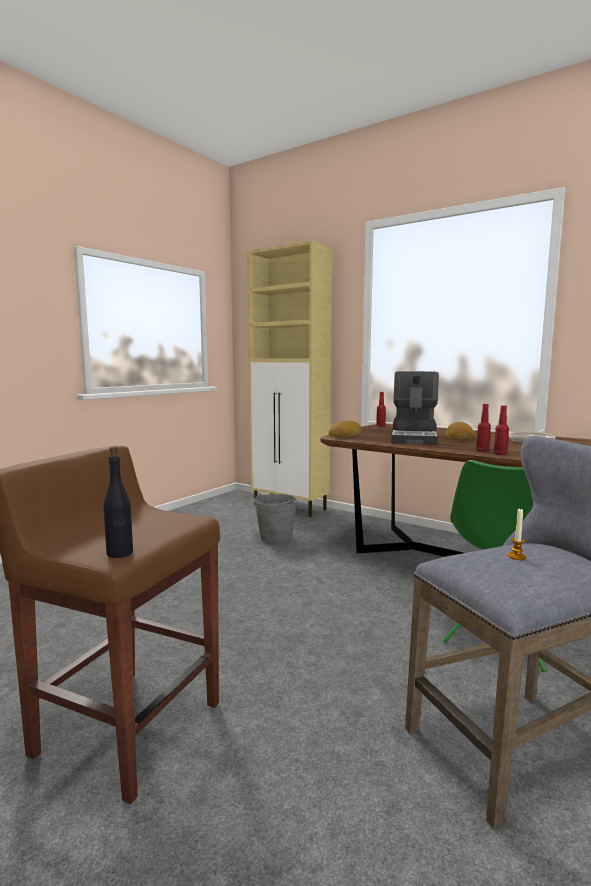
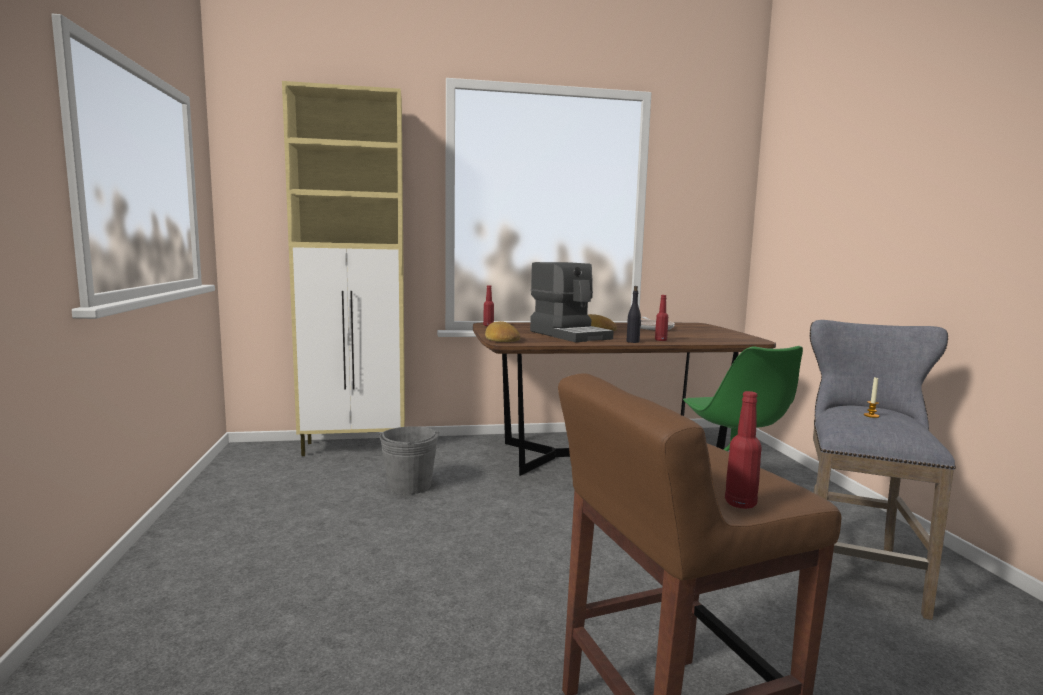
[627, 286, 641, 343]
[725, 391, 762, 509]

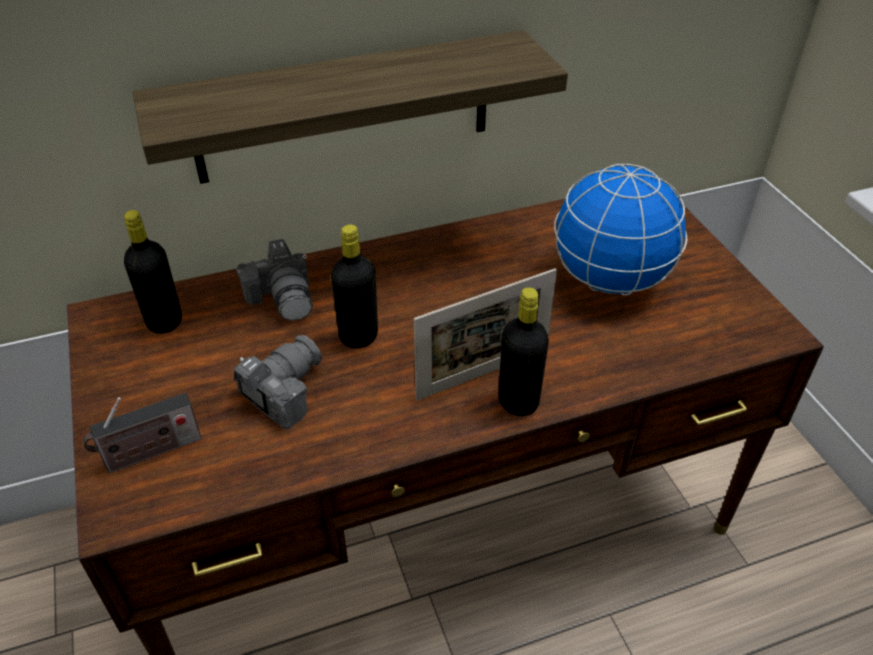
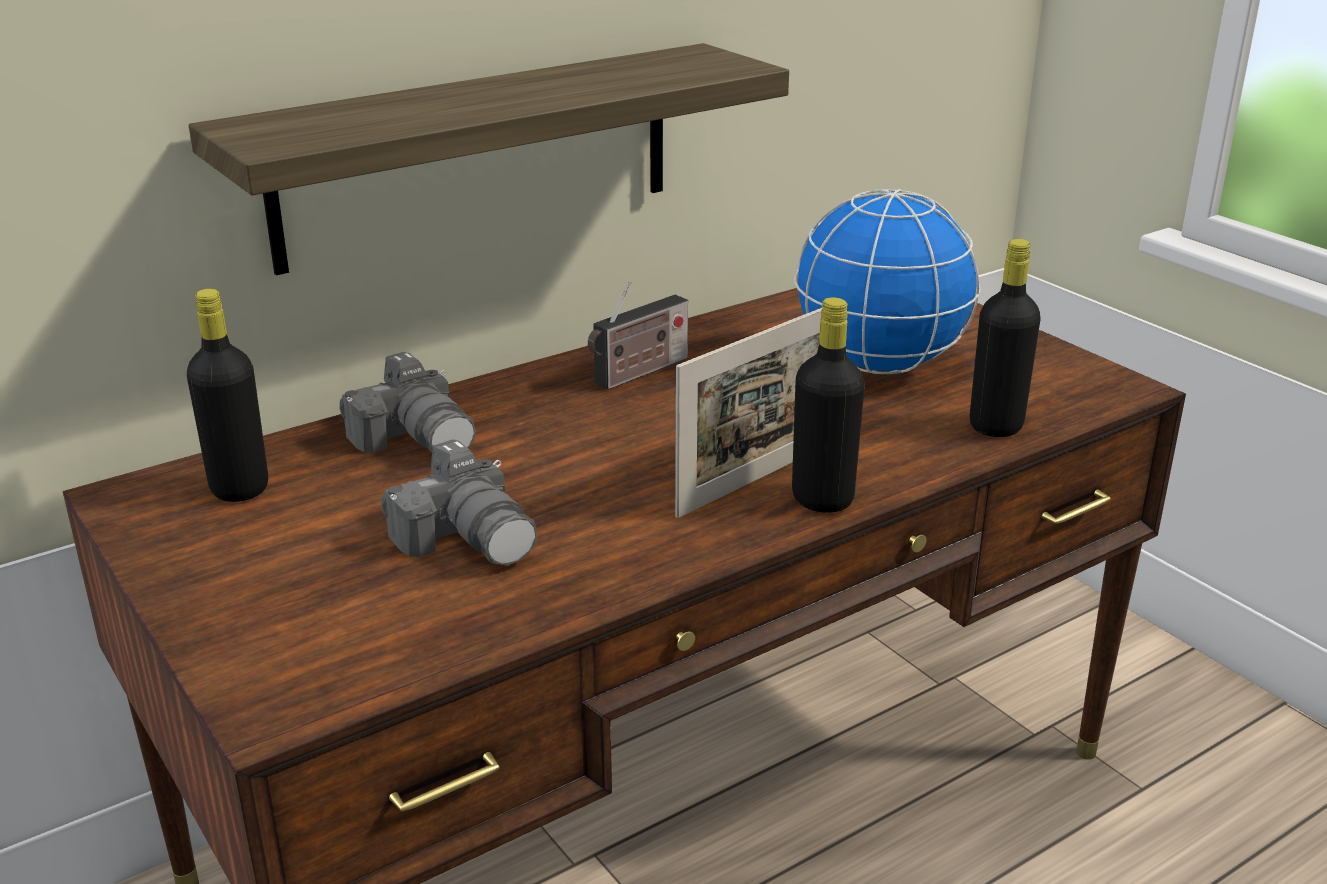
[381, 439, 537, 565]
[588, 281, 688, 390]
[970, 239, 1041, 437]

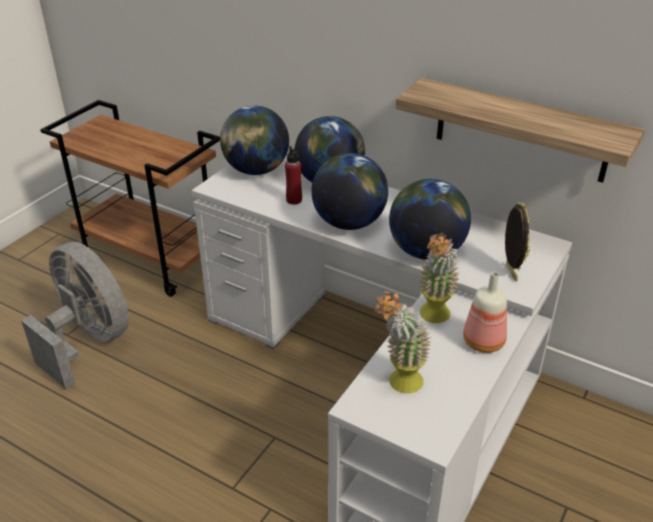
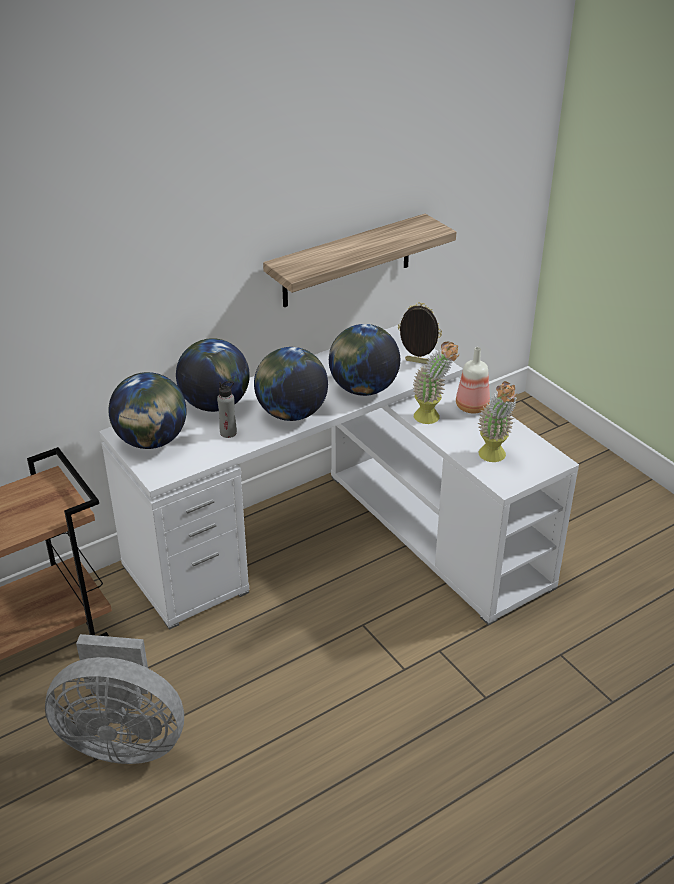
[45, 634, 184, 764]
[217, 381, 237, 438]

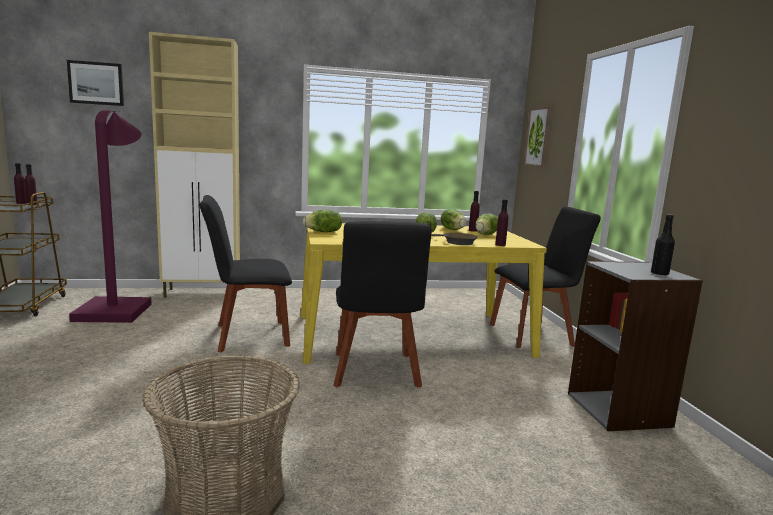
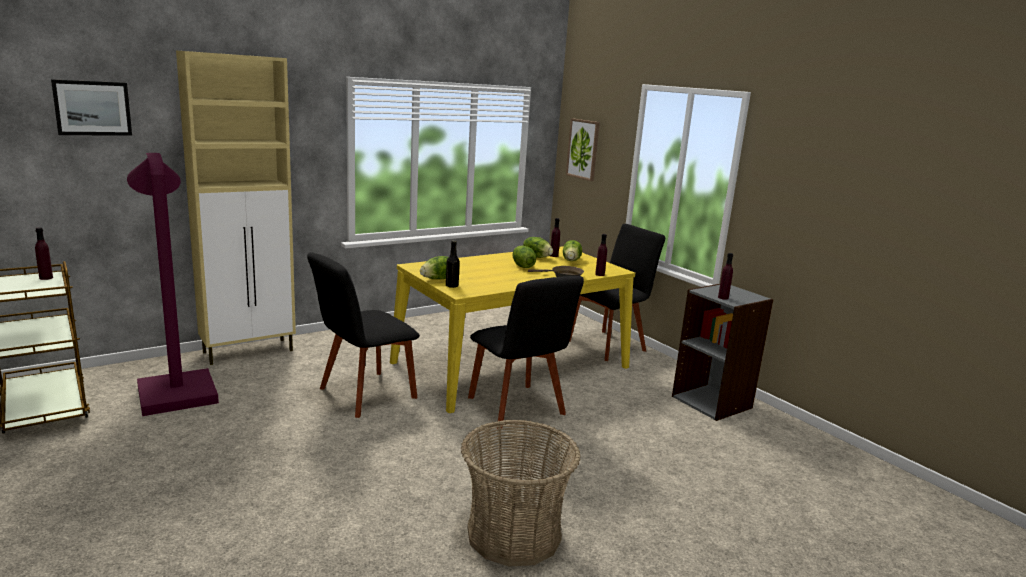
[446, 240, 460, 287]
[718, 253, 733, 300]

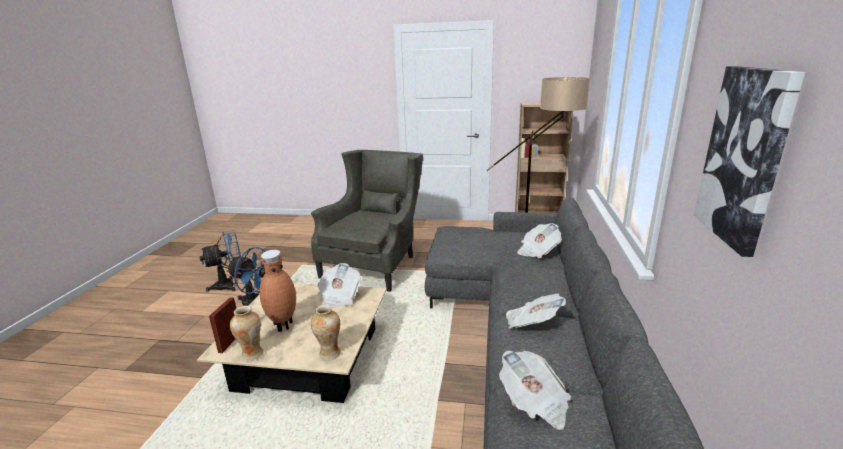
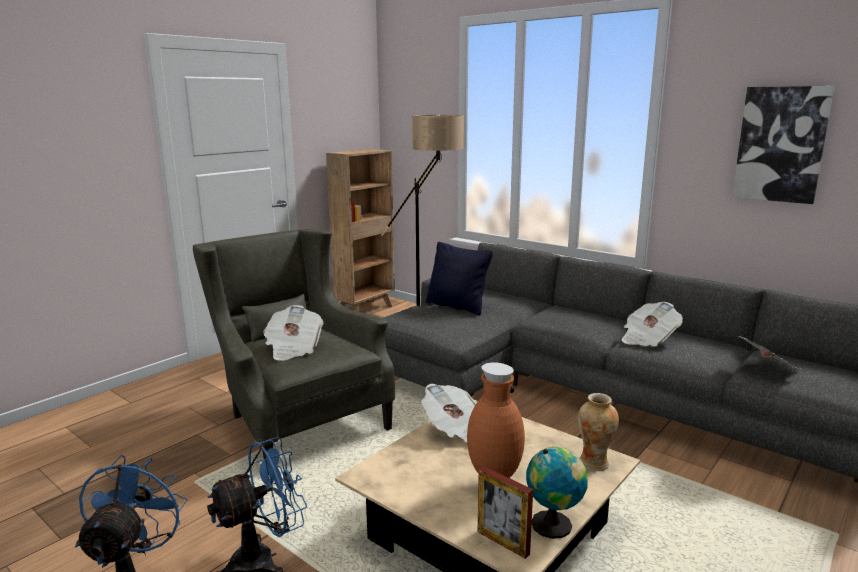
[263, 305, 324, 361]
[426, 242, 493, 315]
[526, 447, 588, 539]

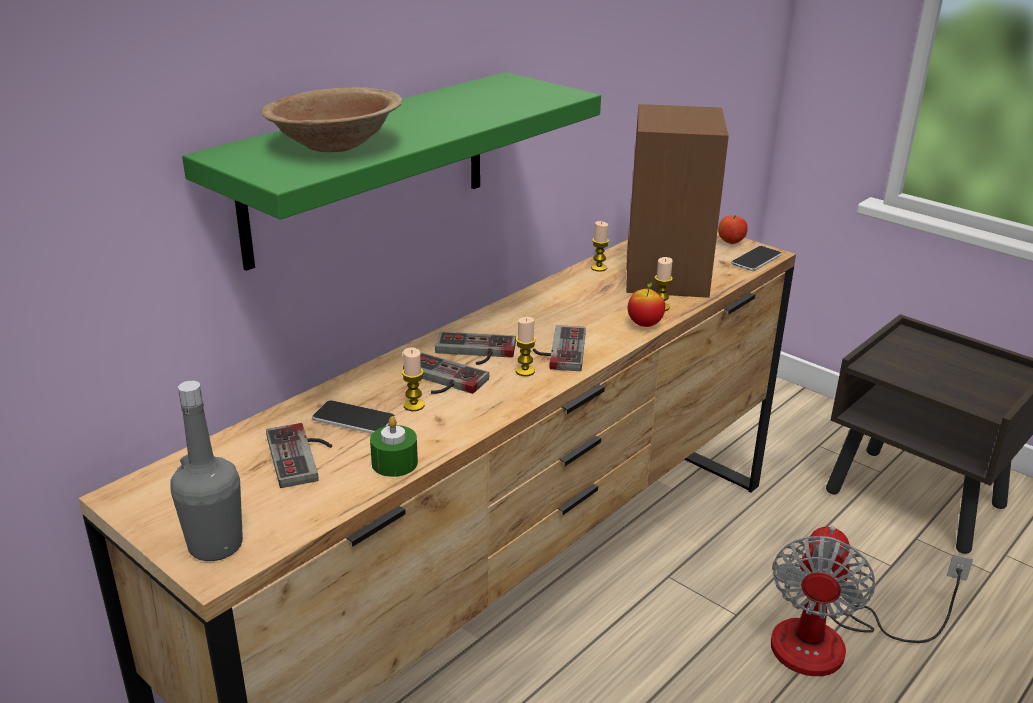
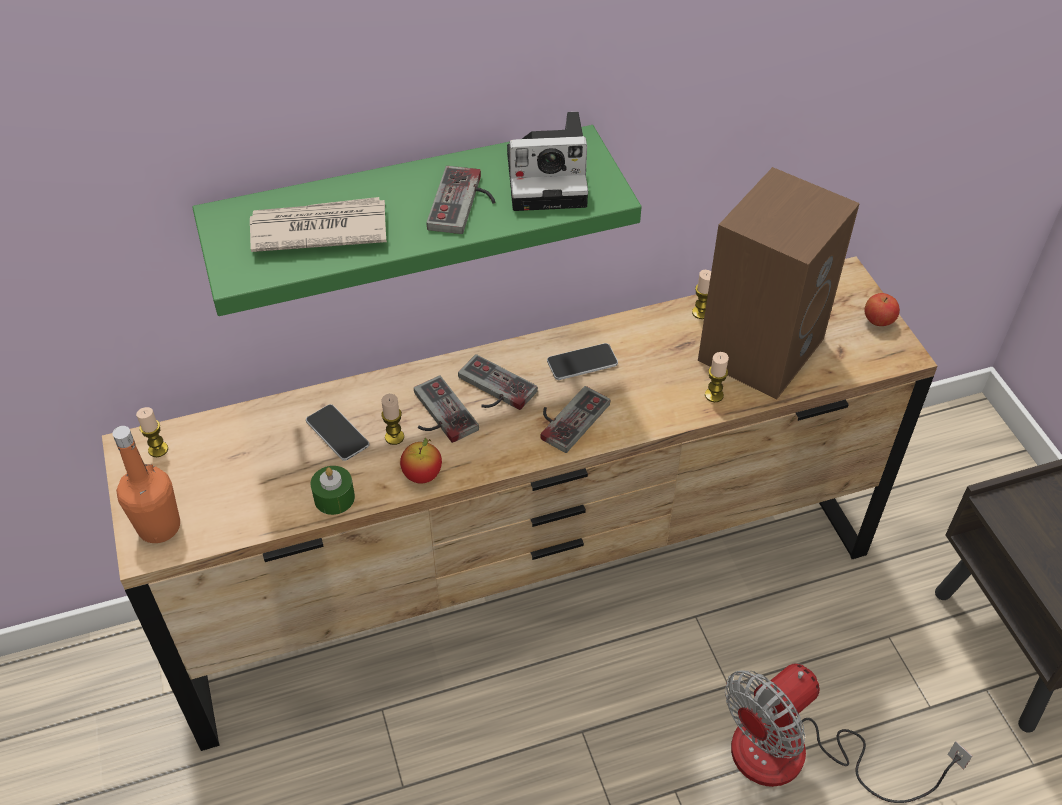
[112, 426, 180, 543]
[136, 407, 168, 457]
[250, 197, 387, 252]
[400, 438, 442, 484]
[427, 166, 495, 234]
[507, 112, 588, 211]
[547, 343, 618, 380]

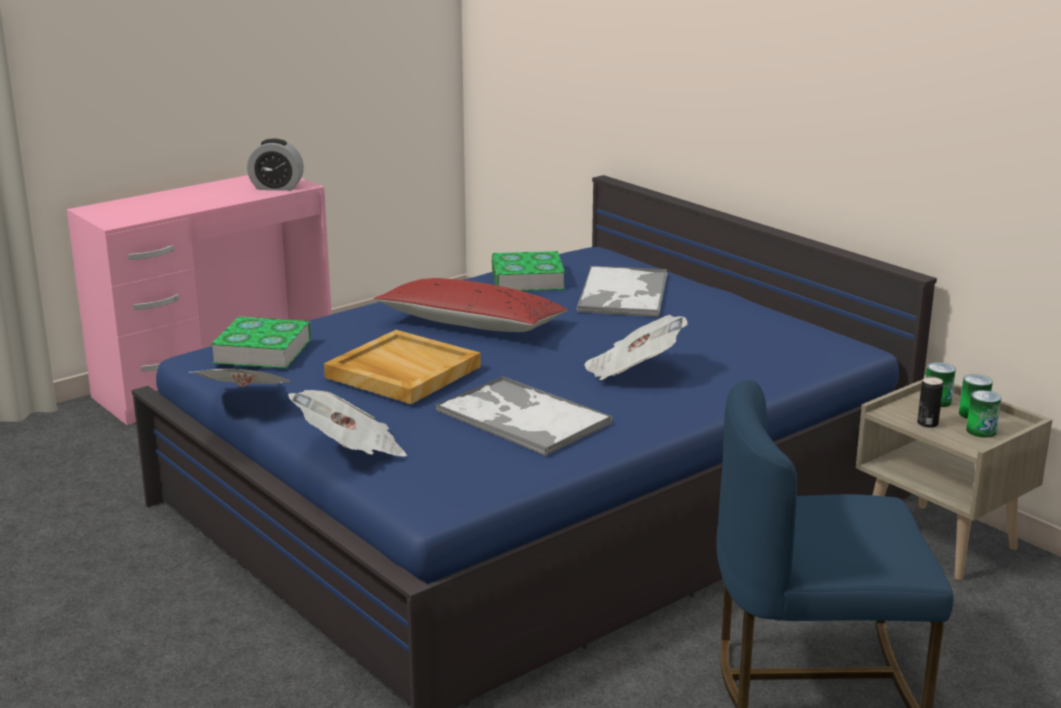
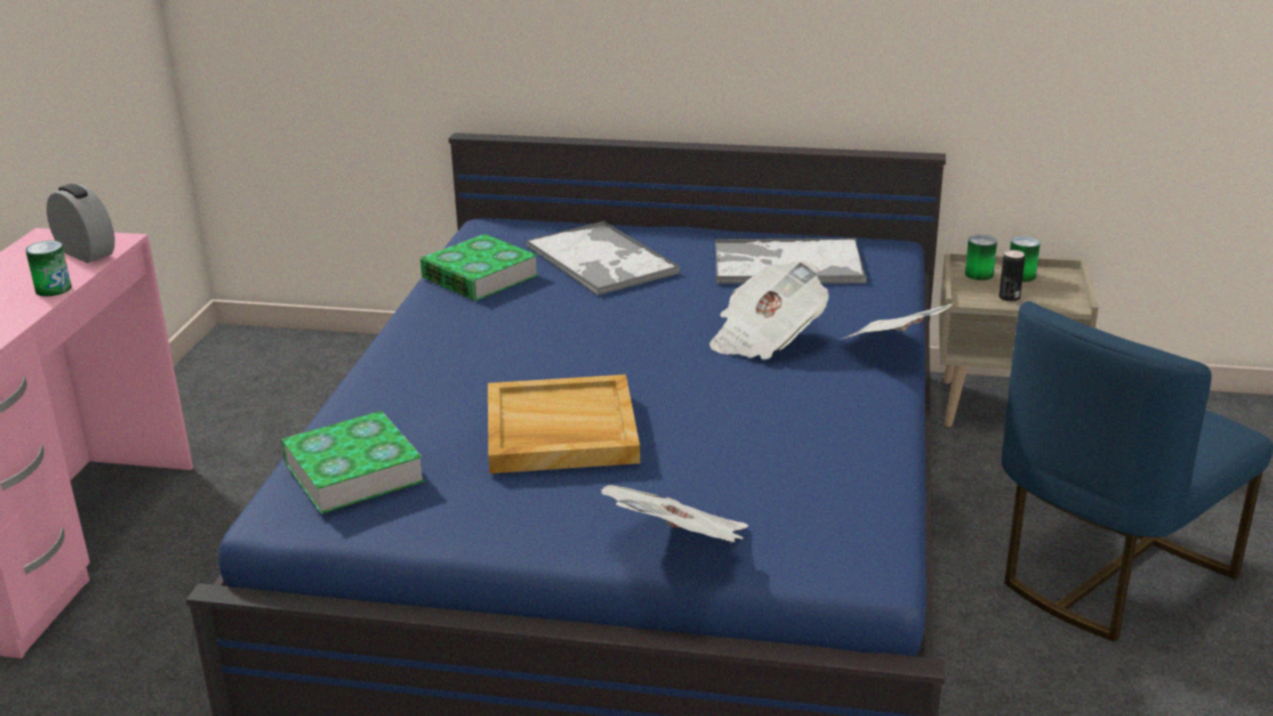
[25, 241, 72, 297]
[46, 184, 115, 263]
[715, 238, 866, 283]
[841, 302, 958, 339]
[374, 278, 568, 332] (first image)

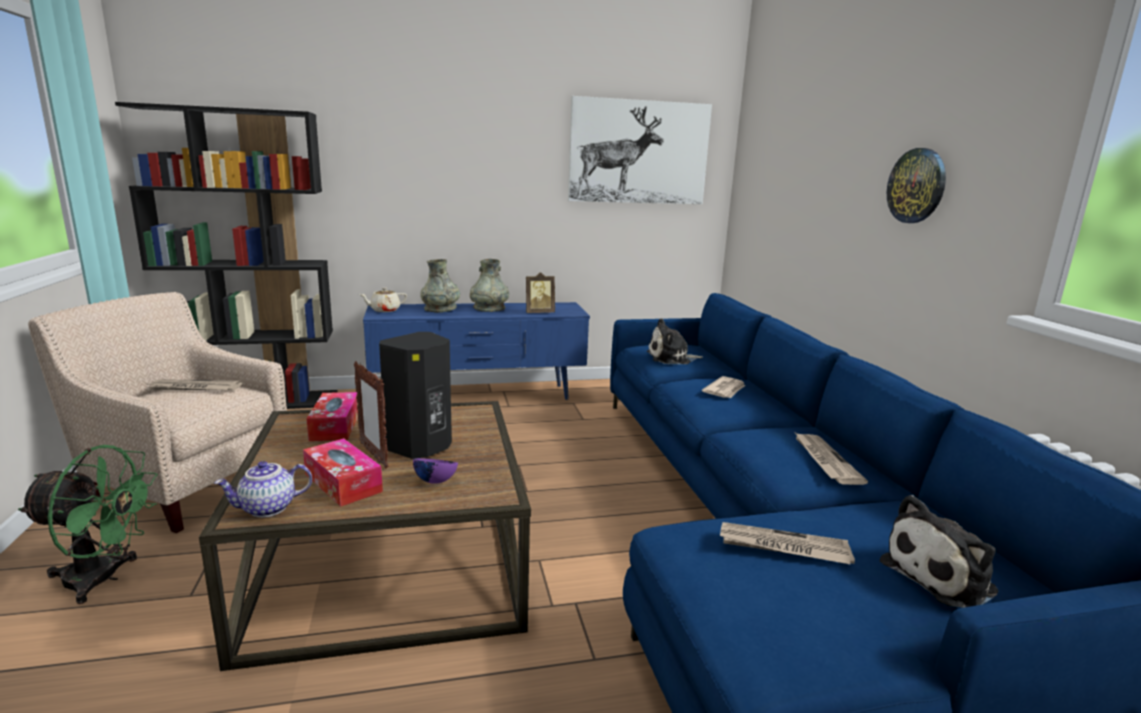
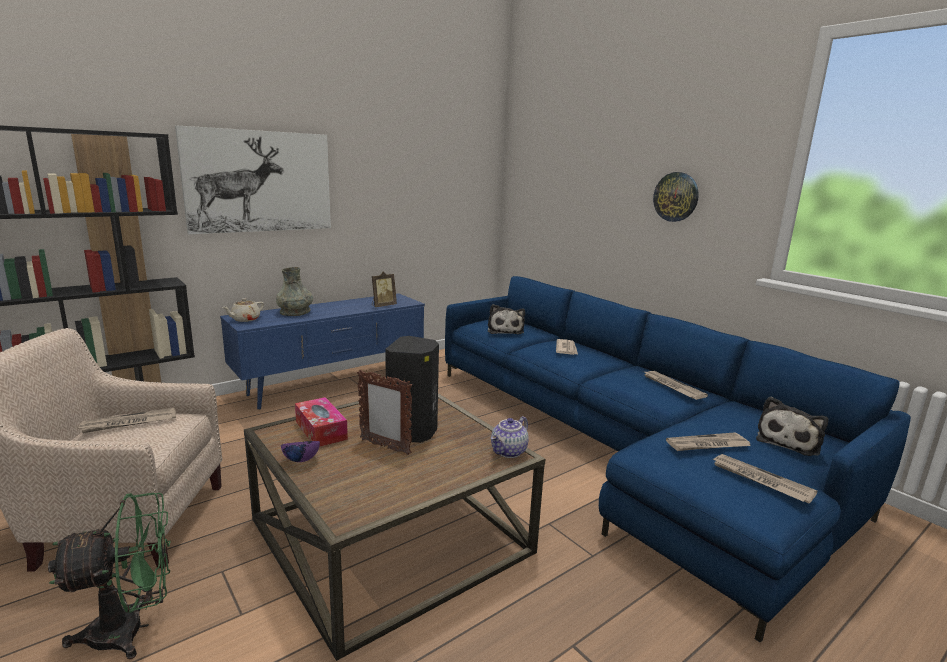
[175, 125, 331, 234]
[281, 441, 320, 462]
[488, 304, 525, 334]
[491, 416, 529, 458]
[711, 454, 818, 503]
[303, 438, 383, 507] (first image)
[470, 259, 509, 312] (first image)

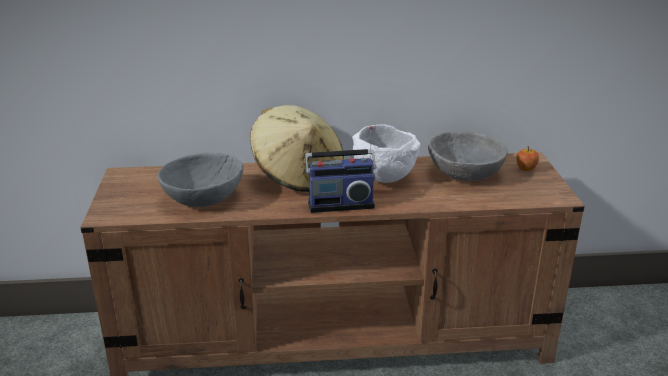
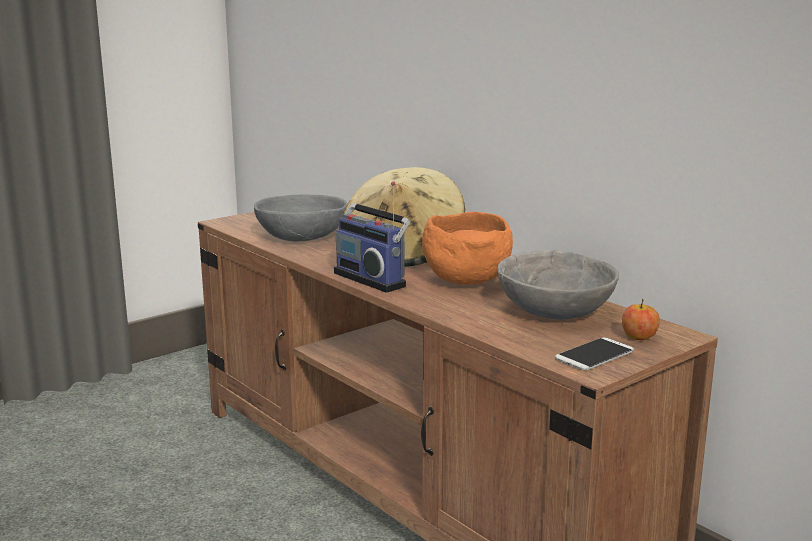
[422, 212, 513, 285]
[555, 337, 634, 370]

